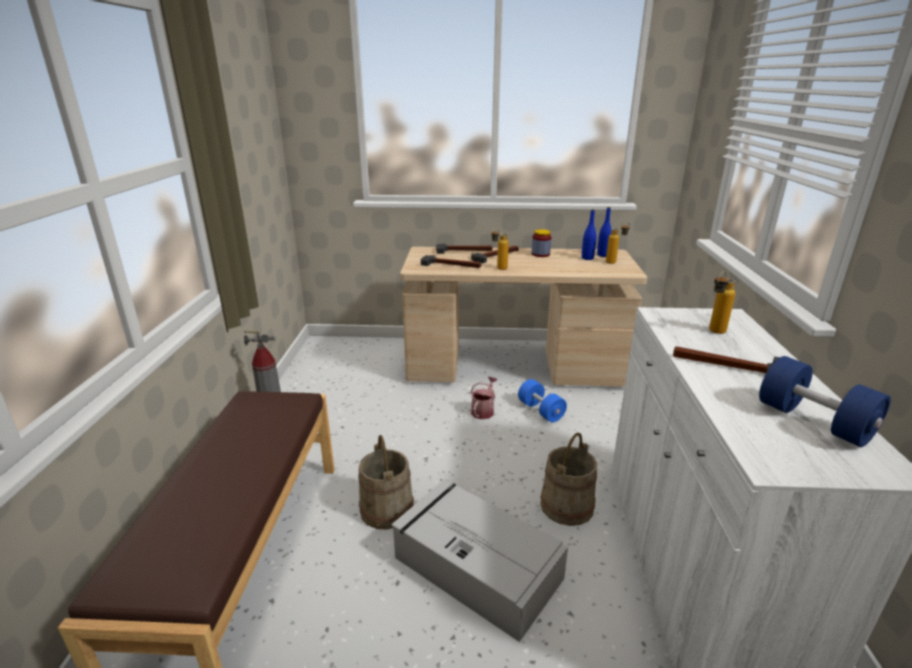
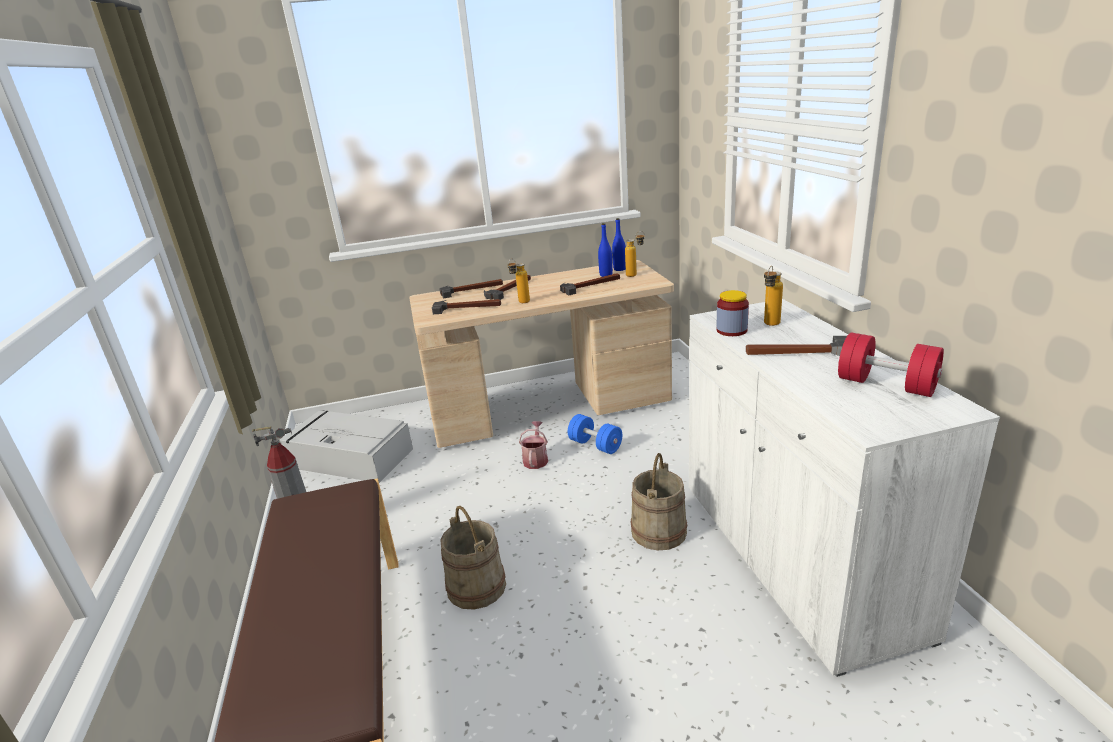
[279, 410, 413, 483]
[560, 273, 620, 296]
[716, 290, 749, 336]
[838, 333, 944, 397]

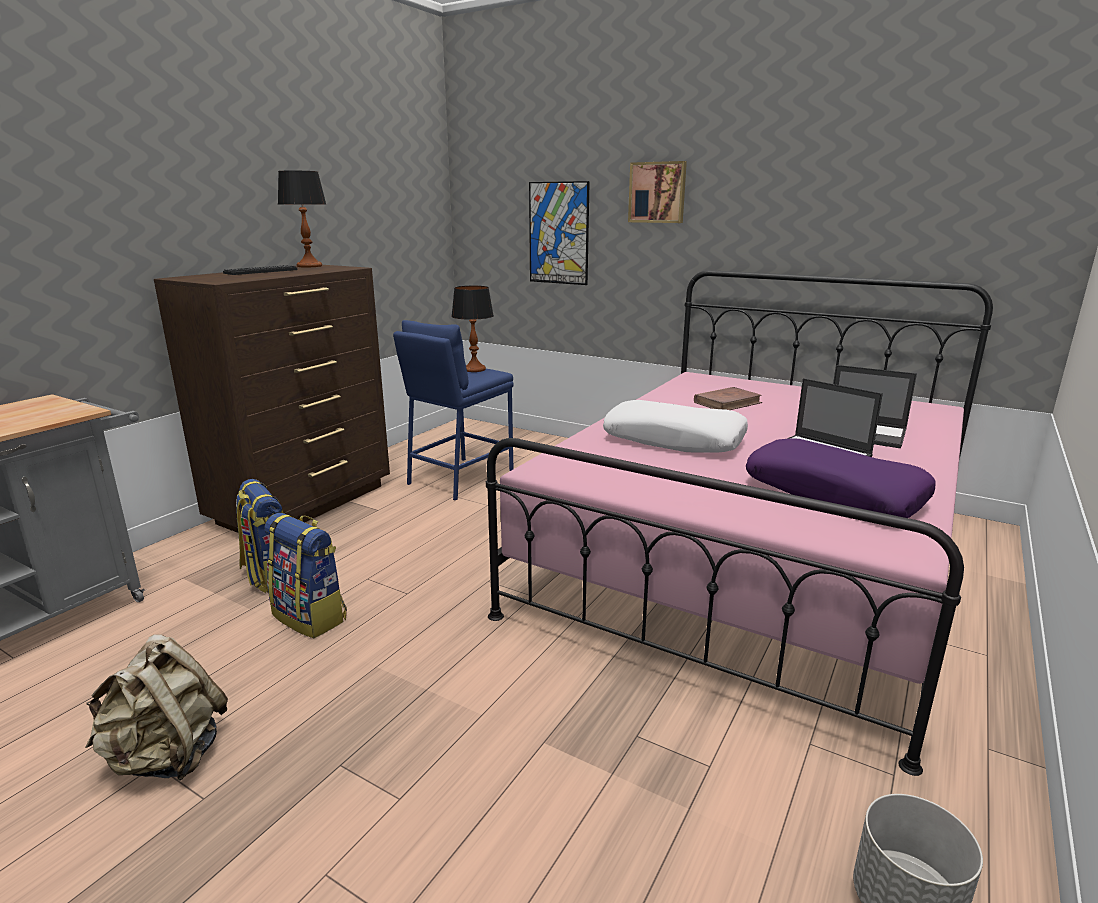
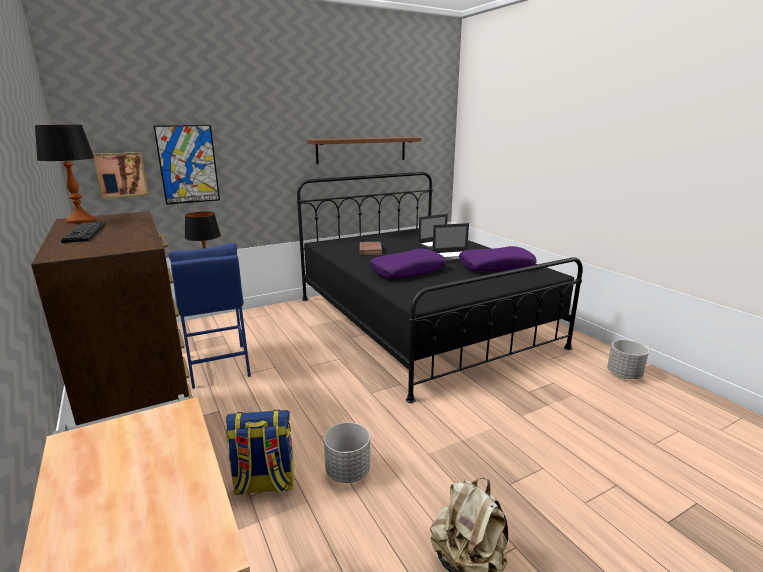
[93, 152, 149, 198]
[297, 172, 583, 403]
[307, 137, 421, 164]
[324, 422, 370, 483]
[370, 249, 446, 278]

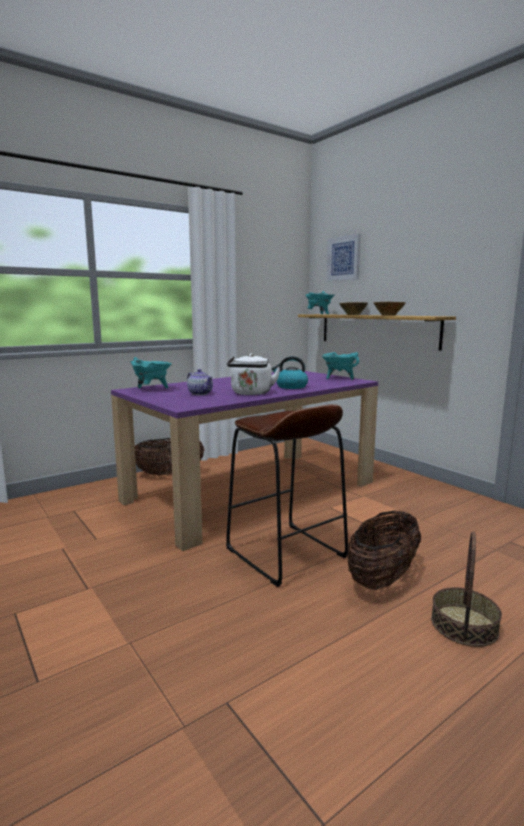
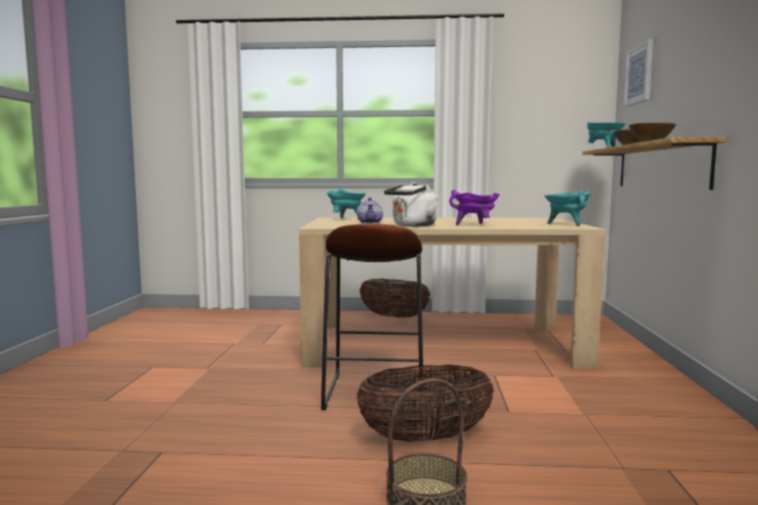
[299, 218, 605, 369]
[449, 190, 500, 226]

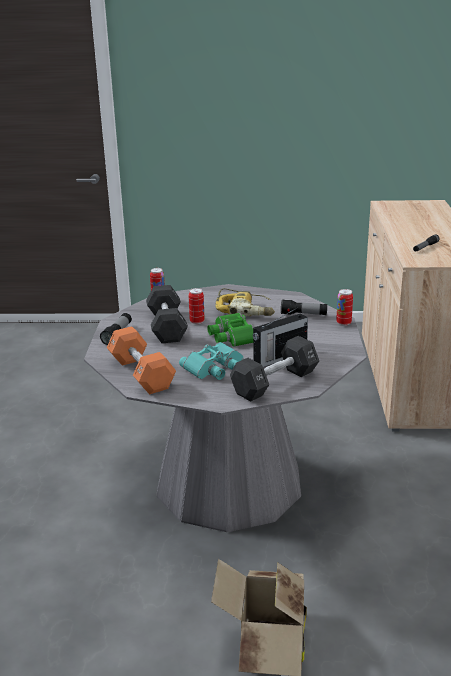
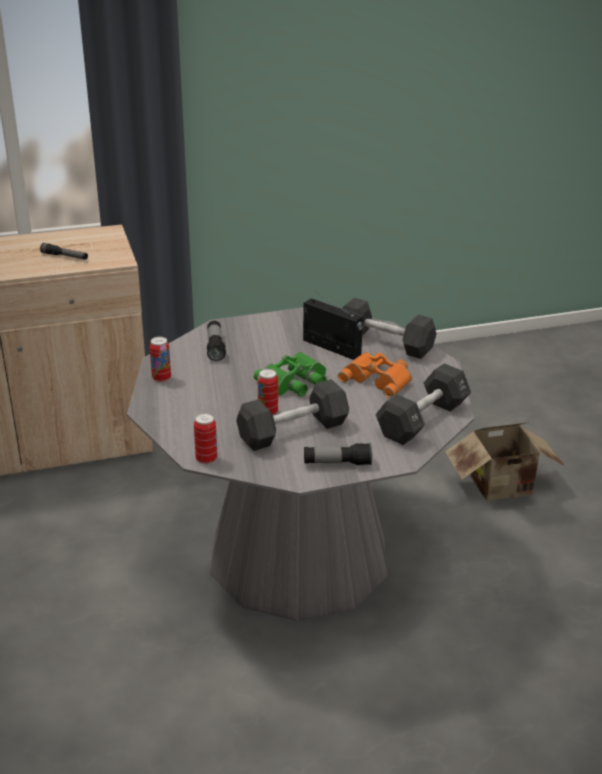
[149, 337, 171, 382]
[338, 352, 412, 398]
[375, 363, 471, 445]
[215, 288, 275, 316] (first image)

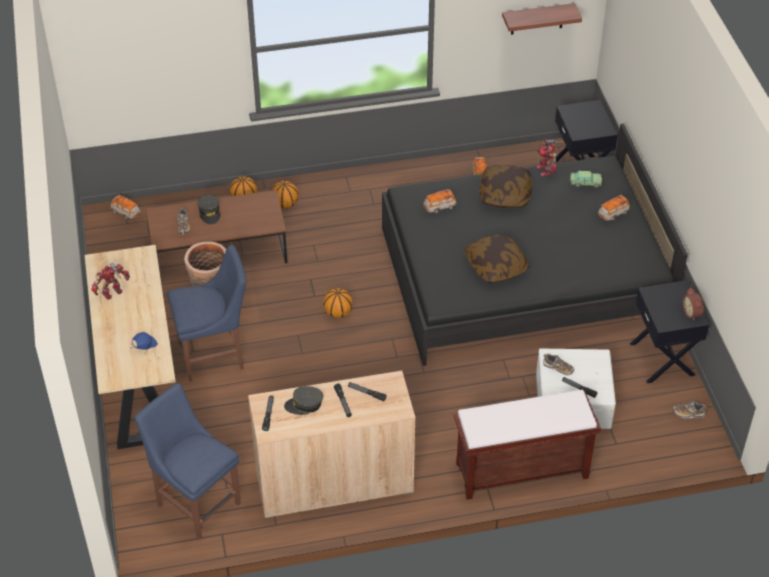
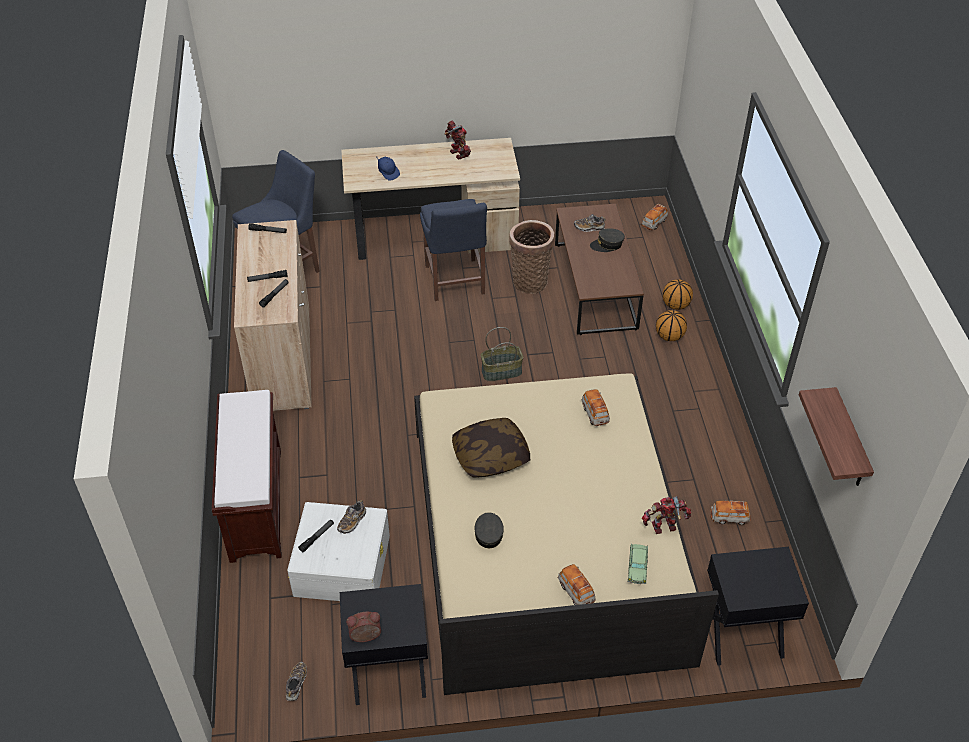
[414, 373, 719, 695]
[475, 512, 504, 548]
[481, 327, 523, 381]
[479, 165, 532, 208] (first image)

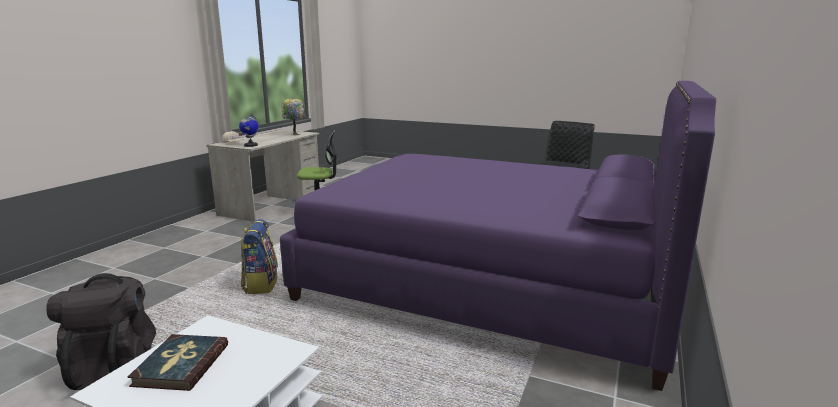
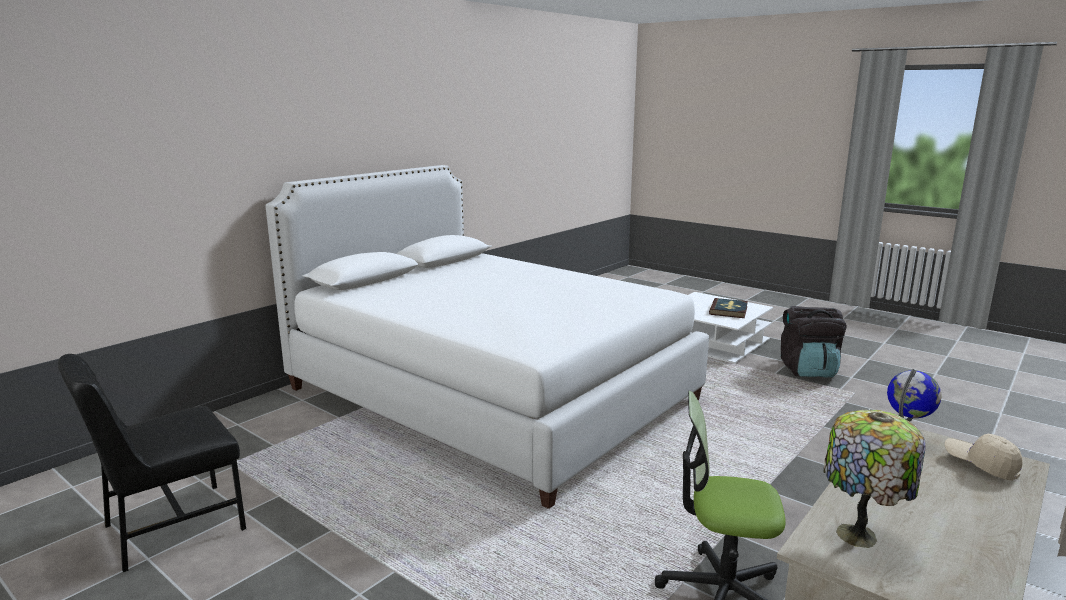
[265, 165, 709, 509]
[241, 219, 278, 294] (first image)

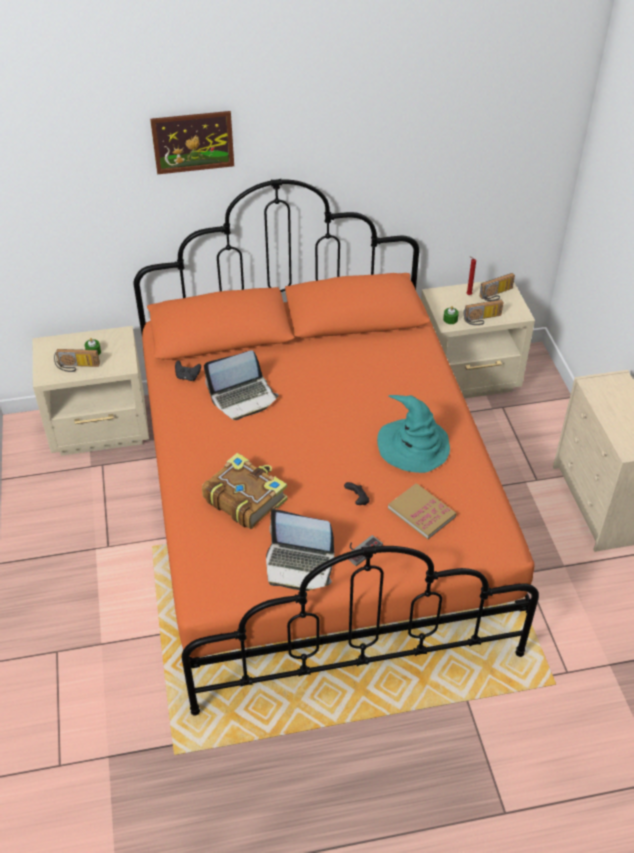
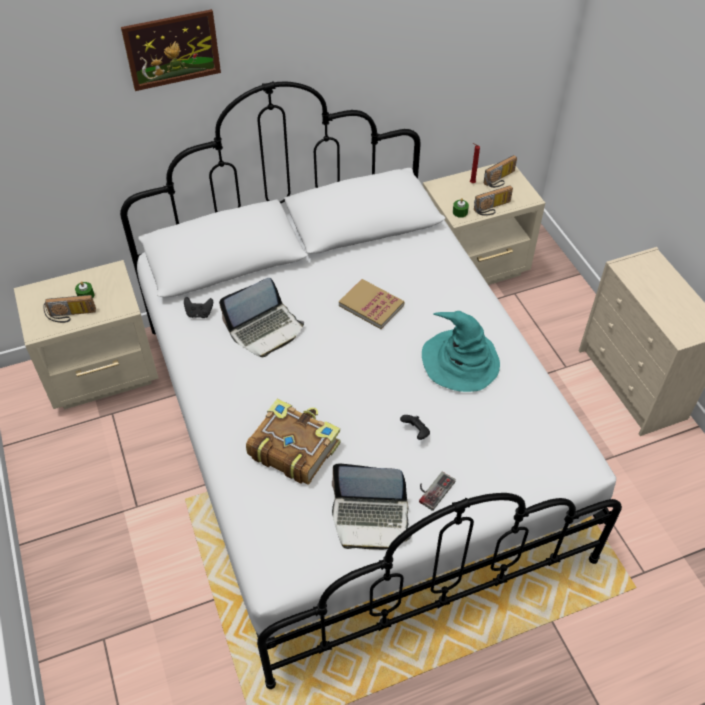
[120, 81, 622, 689]
[339, 279, 404, 329]

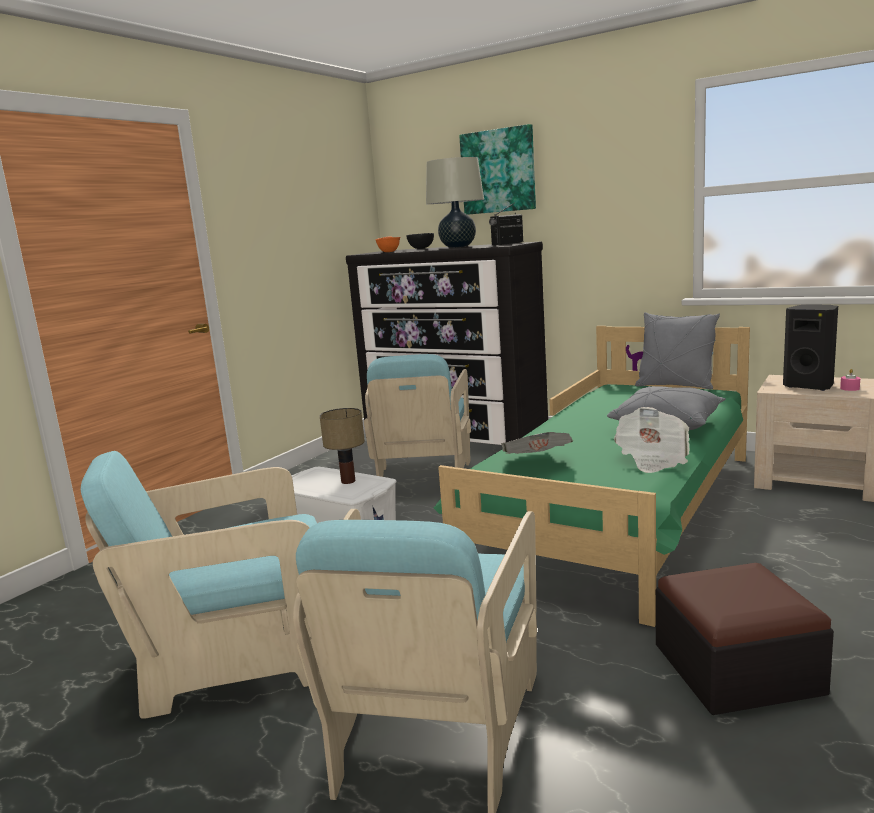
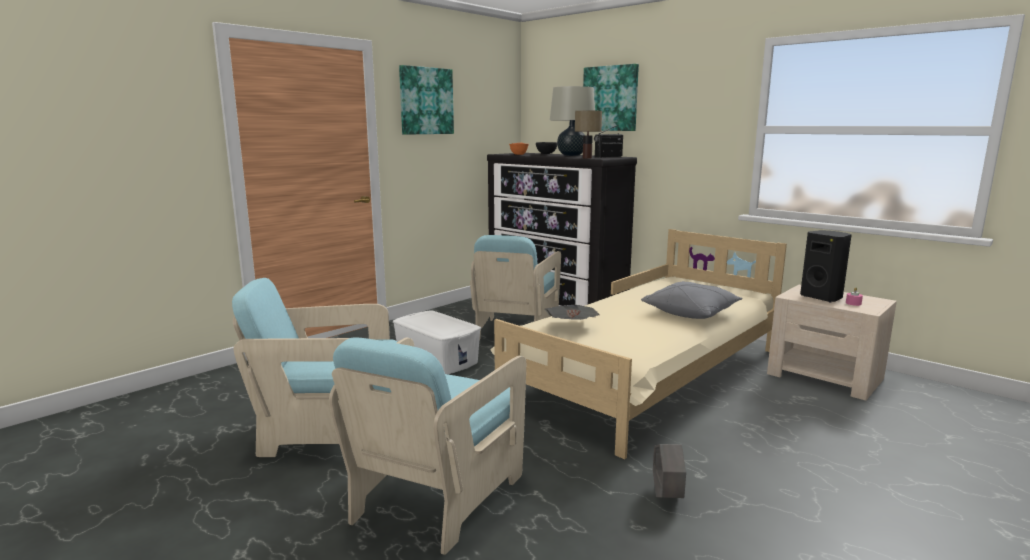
[399, 65, 454, 135]
[490, 229, 787, 459]
[575, 111, 602, 159]
[653, 444, 686, 498]
[614, 407, 690, 473] (first image)
[635, 312, 720, 389] (first image)

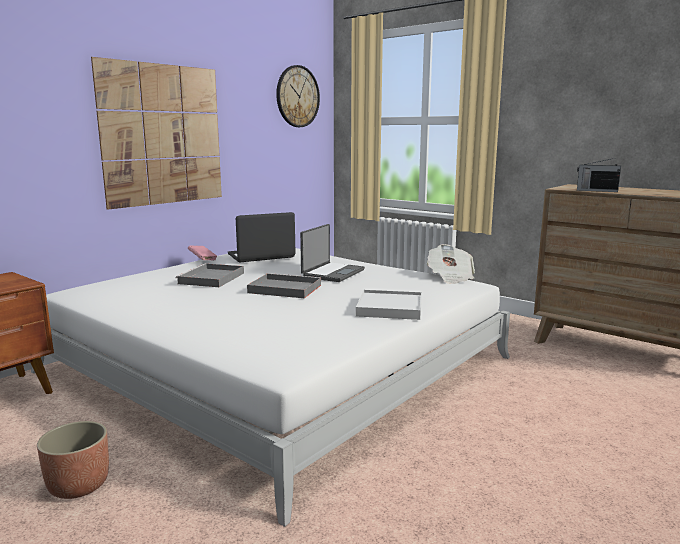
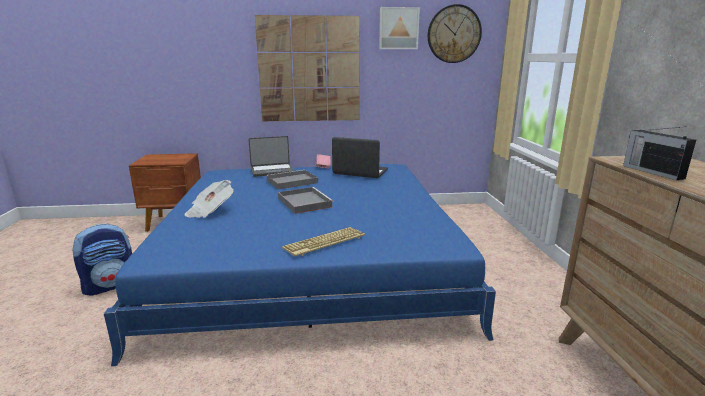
[72, 223, 132, 296]
[104, 164, 496, 366]
[184, 180, 233, 218]
[248, 136, 294, 177]
[281, 227, 365, 256]
[379, 7, 420, 49]

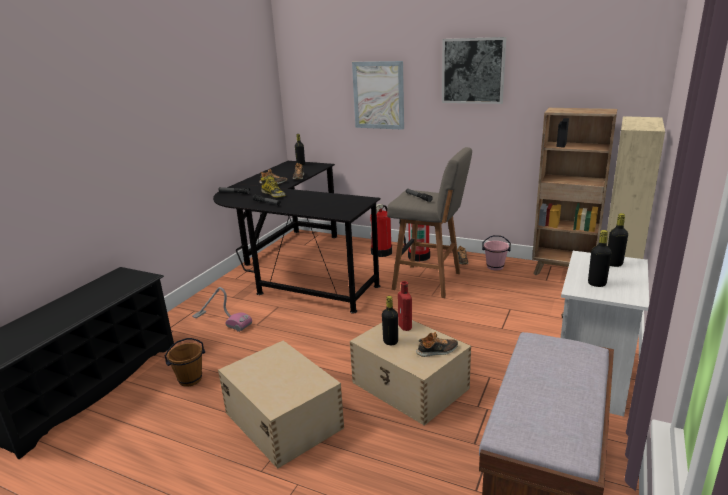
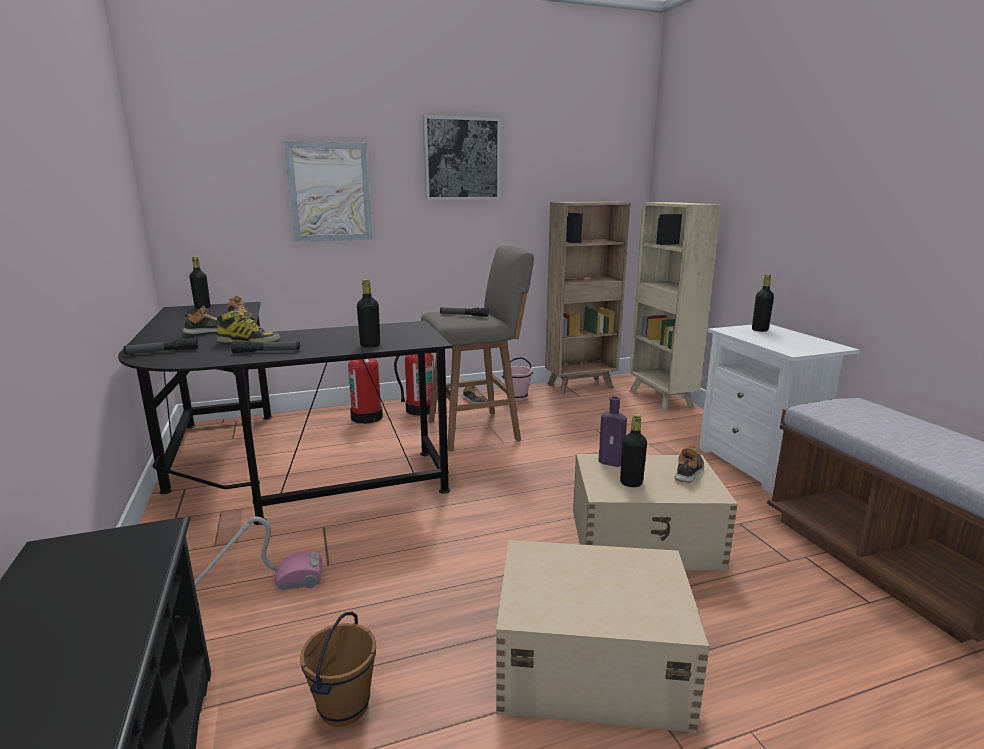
[357, 279, 380, 348]
[599, 396, 627, 467]

